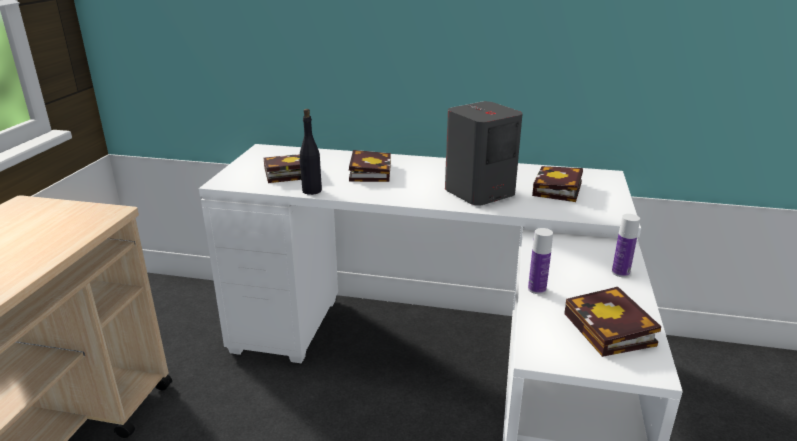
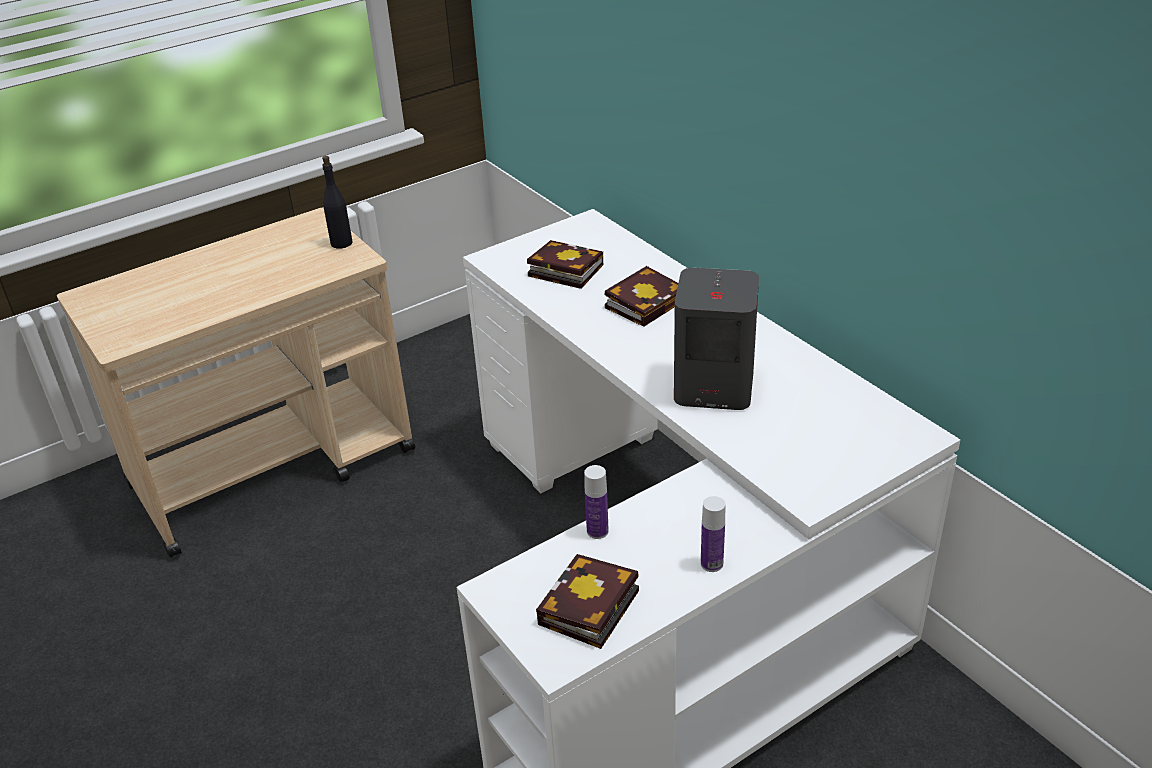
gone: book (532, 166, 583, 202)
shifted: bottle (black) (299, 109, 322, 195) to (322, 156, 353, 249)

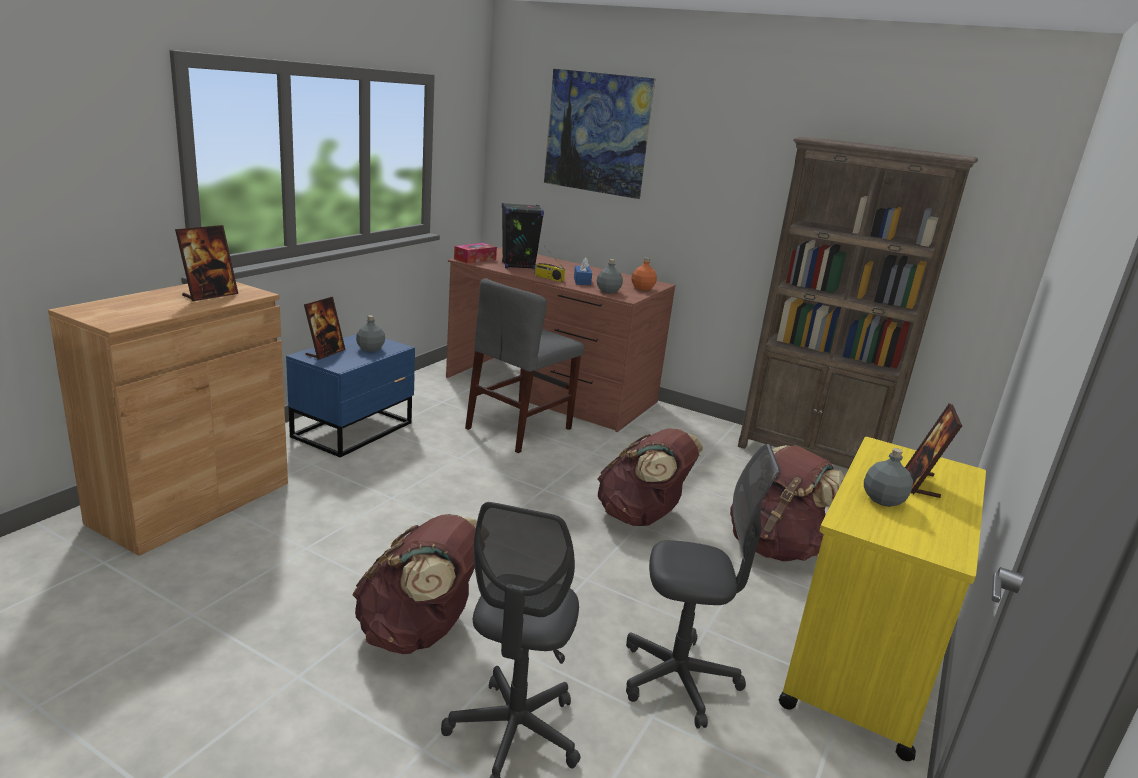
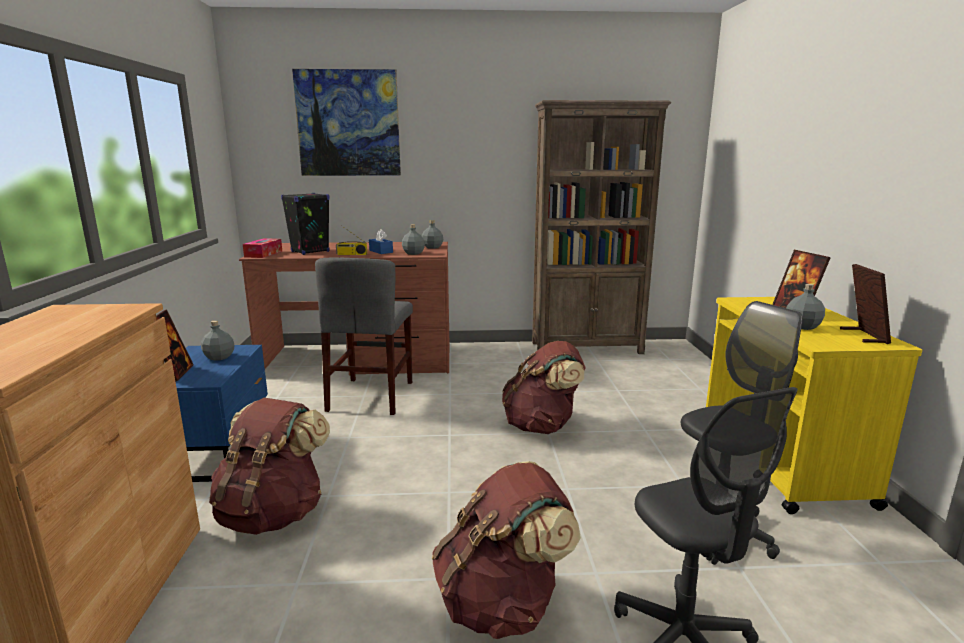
shifted: picture frame (175, 225, 238, 301) to (840, 264, 891, 344); backpack (brown) (730, 445, 845, 561) to (209, 398, 330, 535)
repainted: bottle (orange) (631, 257, 657, 291) to bottle (grey) (422, 220, 443, 249)

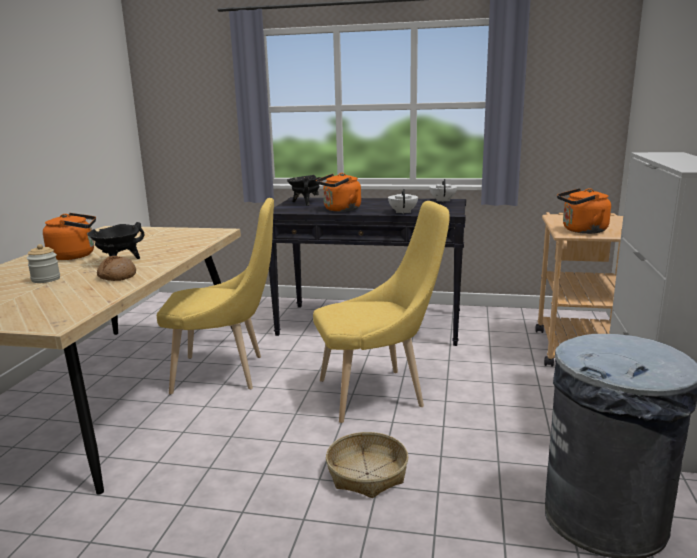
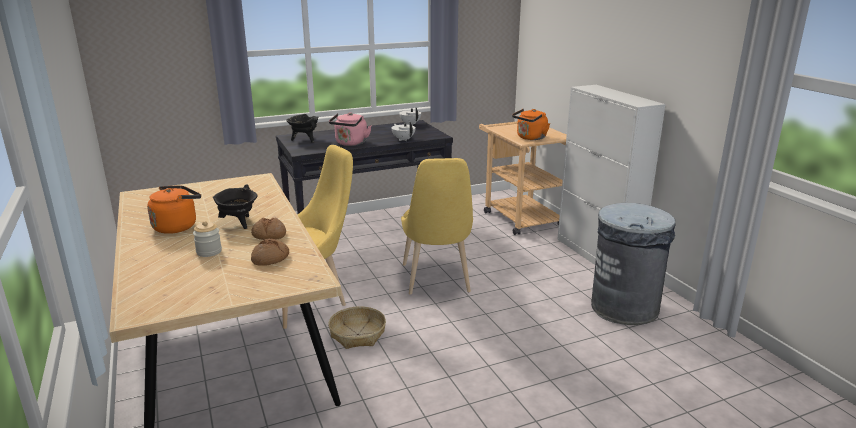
new: bread (251, 239, 289, 266)
shifted: basket (326, 432, 408, 498) to (328, 306, 386, 349)
repainted: kettle (orange) (316, 173, 361, 212) to kettle (pink) (329, 112, 371, 146)
rotated: chair (yellow) (313, 201, 450, 423) = (401, 158, 473, 295) 135 degrees clockwise

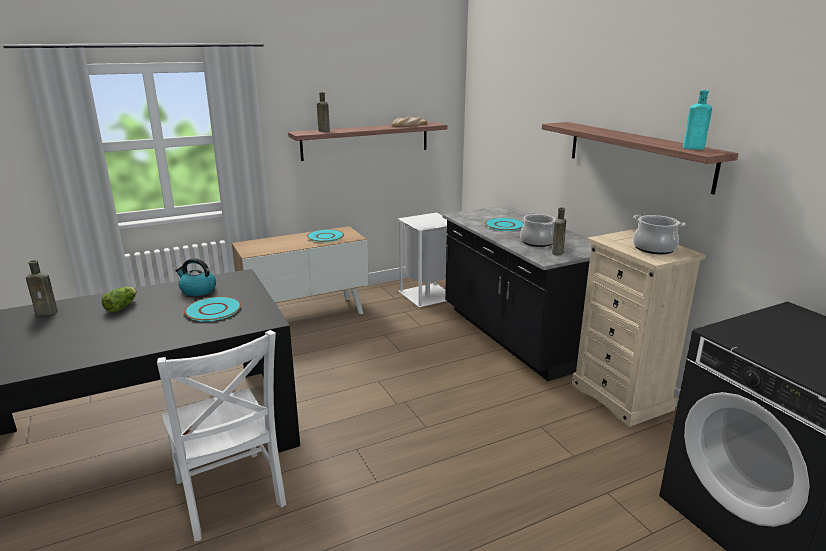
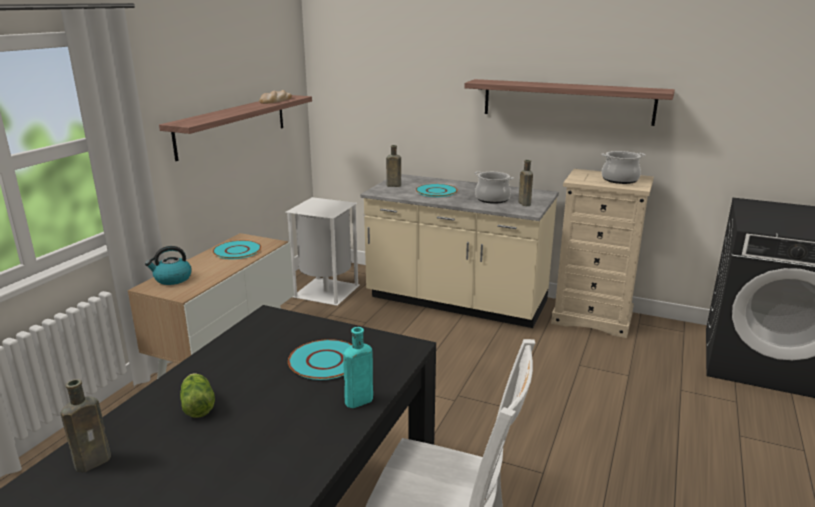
shifted: kettle (175, 258, 216, 296) to (145, 246, 192, 285); bottle (brown) (317, 92, 330, 132) to (386, 145, 401, 187); bottle (turquoise) (683, 90, 712, 150) to (343, 327, 373, 408)
repainted: counter (black) (442, 205, 592, 381) to counter (beige) (360, 174, 559, 328)

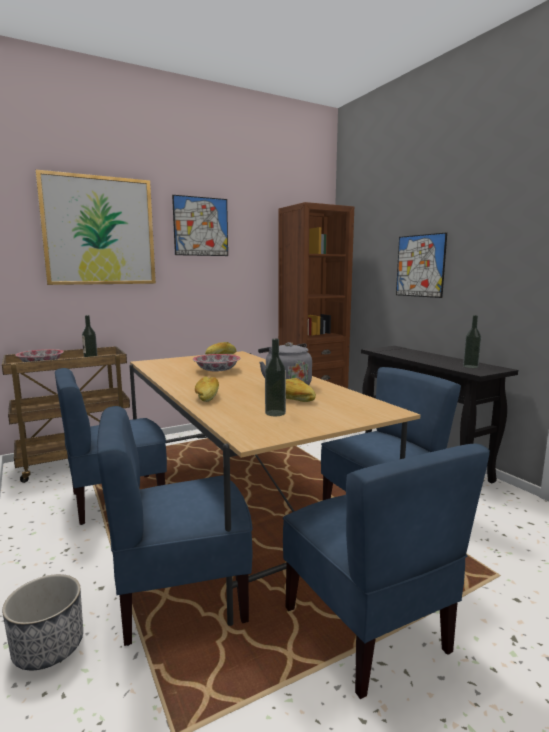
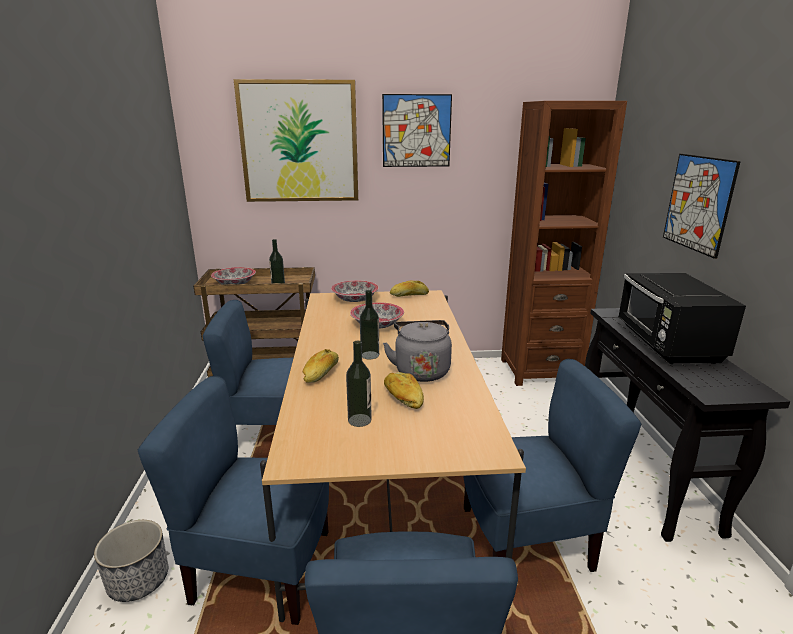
new: bowl (331, 280, 379, 302); microwave (black) (618, 273, 746, 364)
shifted: bottle (463, 315, 481, 368) to (360, 290, 379, 359)

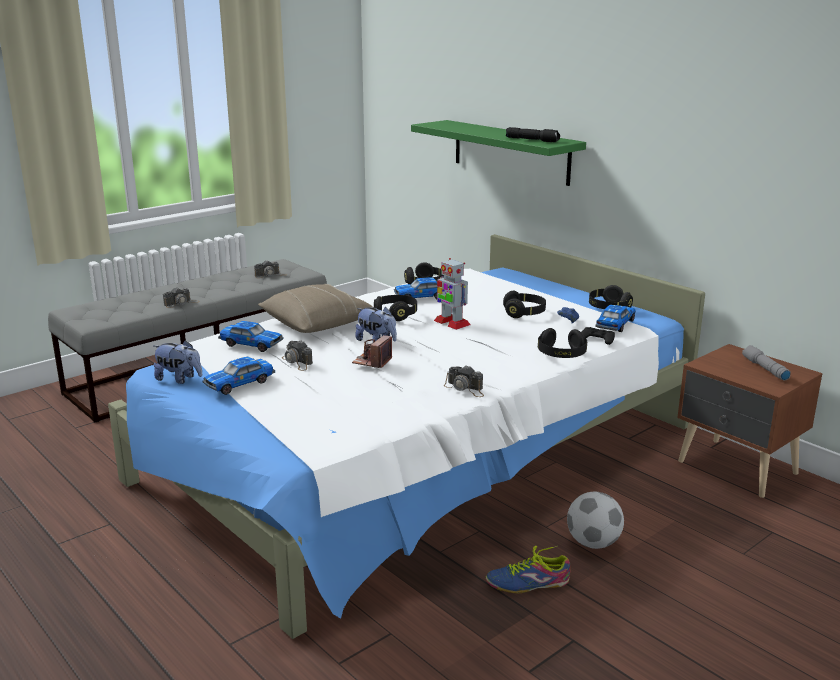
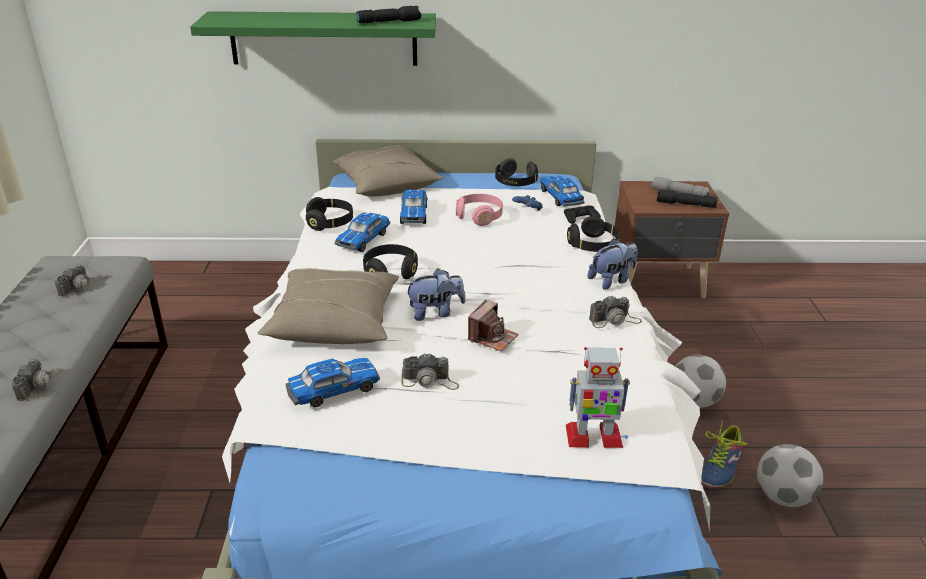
new: pillow (beige) (332, 146, 443, 196); flashlight (black) (657, 189, 718, 208); football (757, 444, 823, 507)
shifted: plush toy (153, 340, 202, 384) to (587, 239, 638, 290); toy car (203, 357, 275, 395) to (400, 189, 428, 224); toy robot (434, 258, 471, 330) to (566, 347, 630, 448)
repainted: headphones (black) (503, 291, 546, 318) to headphones (pink) (456, 194, 503, 226)
rotated: photo camera (352, 335, 392, 368) = (468, 300, 519, 351) 120 degrees counterclockwise

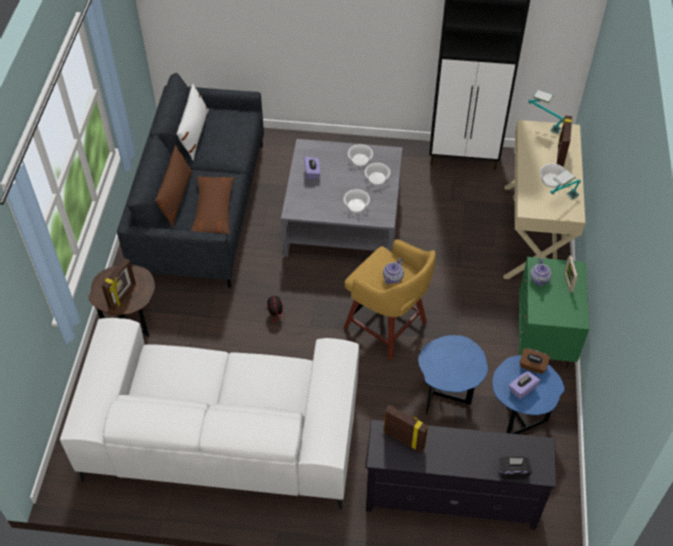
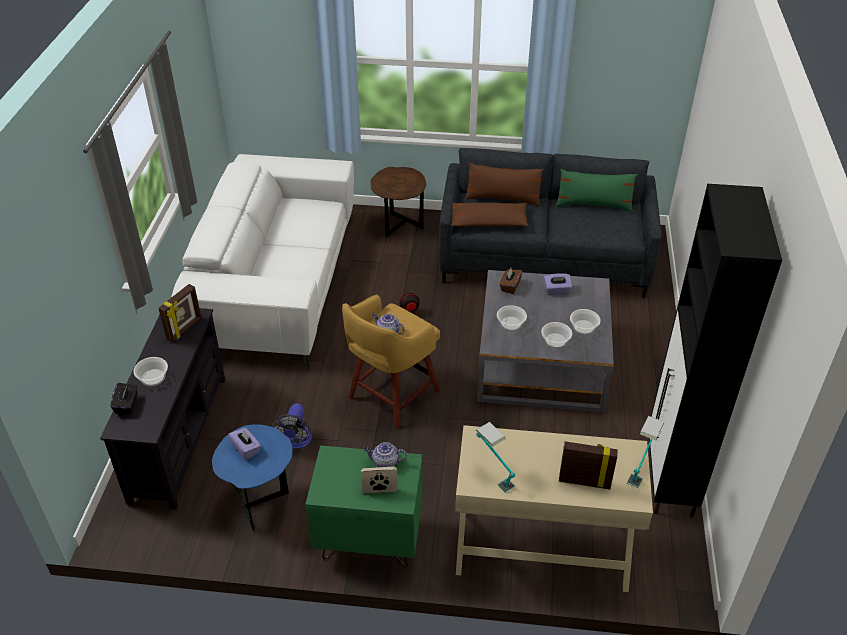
gone: picture frame (101, 258, 136, 311)
shifted: tissue box (brown) (519, 348, 550, 374) to (500, 268, 523, 294); bowl (540, 163, 565, 188) to (133, 357, 168, 386)
swapped: side table (blue) (418, 335, 488, 415) to fan (271, 403, 312, 449)
repainted: pillow (white) (177, 84, 209, 160) to pillow (green) (556, 169, 637, 212)

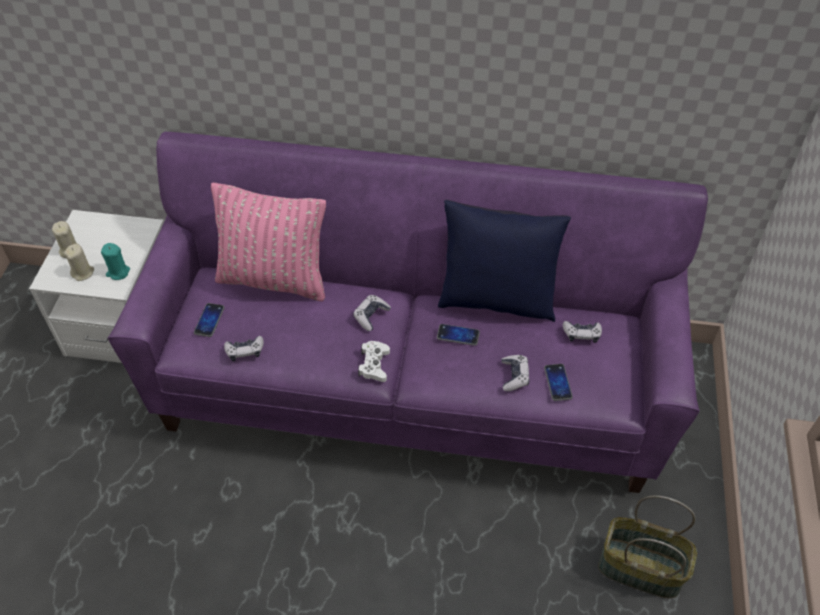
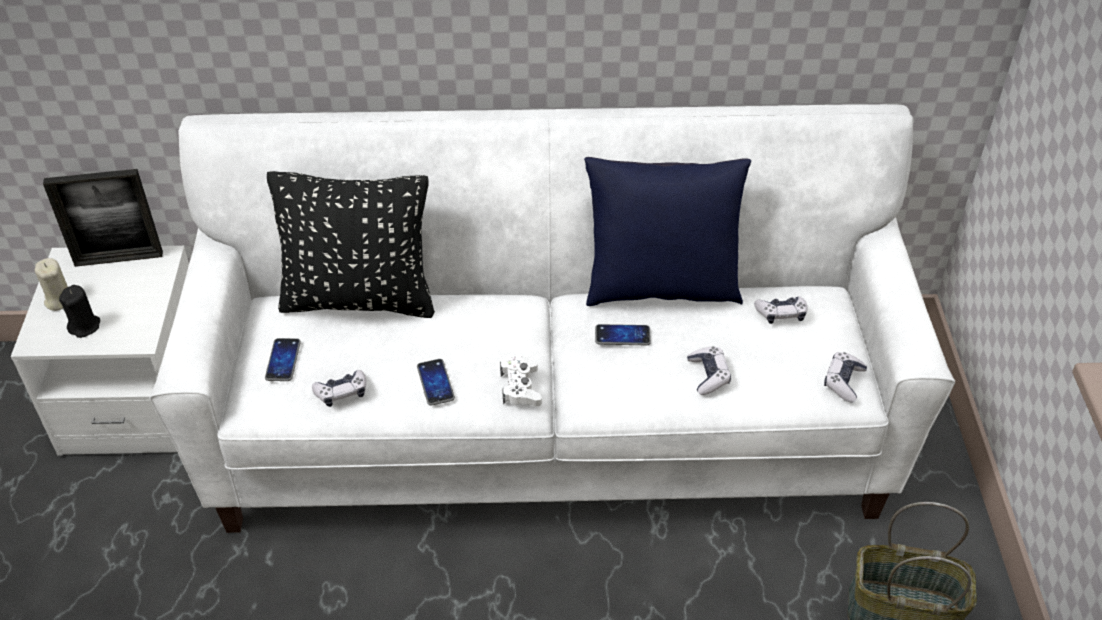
gone: candle (turquoise) (101, 243, 130, 280)
new: picture frame (43, 169, 163, 267)
shifted: game controller (353, 295, 391, 331) to (824, 352, 867, 403); phone (544, 364, 573, 401) to (417, 359, 455, 406)
repainted: candle (beige) (64, 244, 94, 281) to candle (black) (59, 285, 100, 338); sofa (purple) (108, 132, 708, 493) to sofa (white) (149, 104, 955, 533); pillow (pink) (211, 183, 326, 301) to pillow (black) (267, 171, 435, 318)

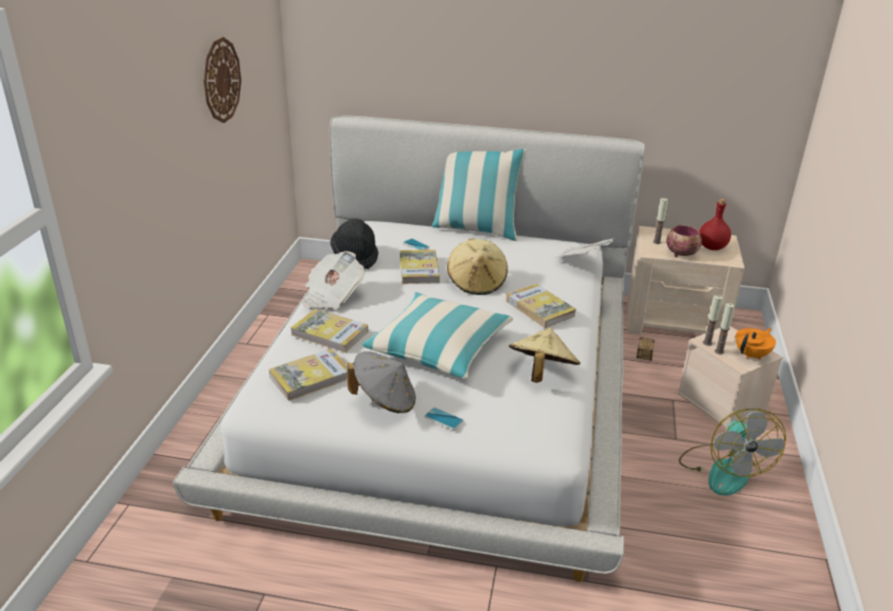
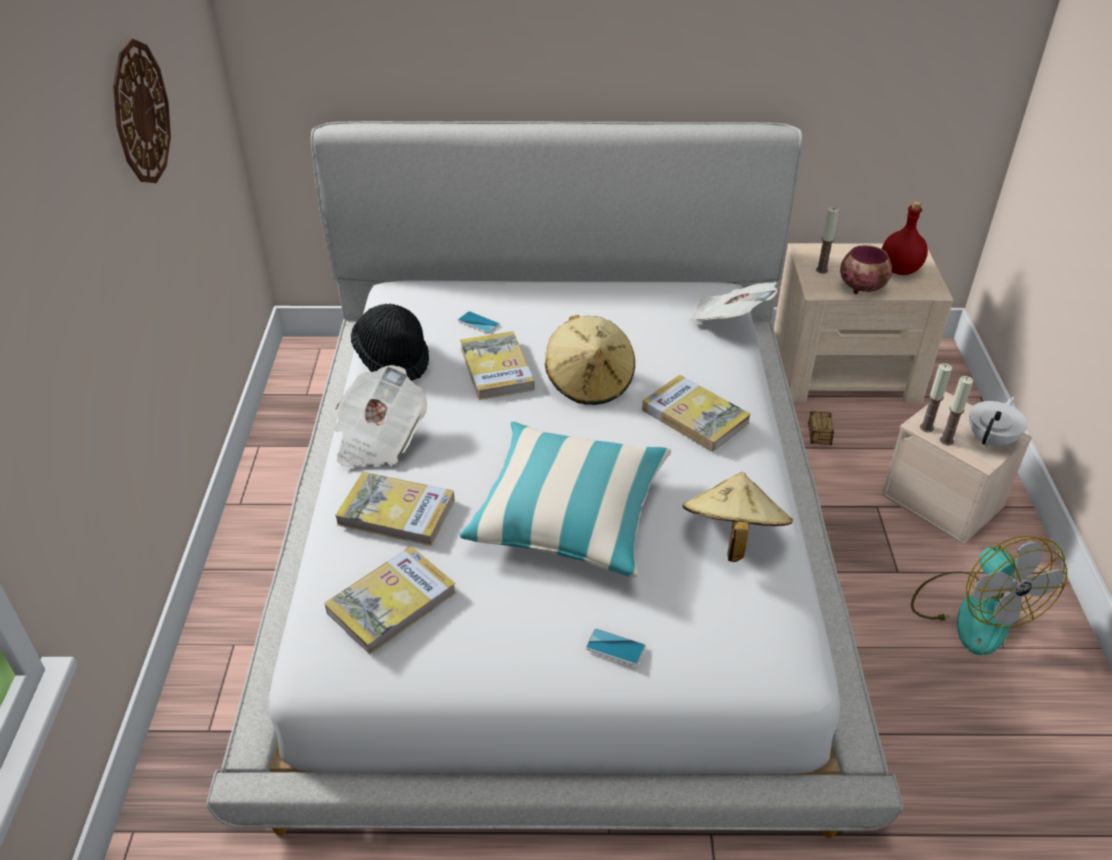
gone: hat (grey) (347, 351, 416, 413); pillow (432, 149, 526, 241)
repainted: teapot (orange) (735, 328, 776, 360) to teapot (white) (969, 397, 1027, 447)

